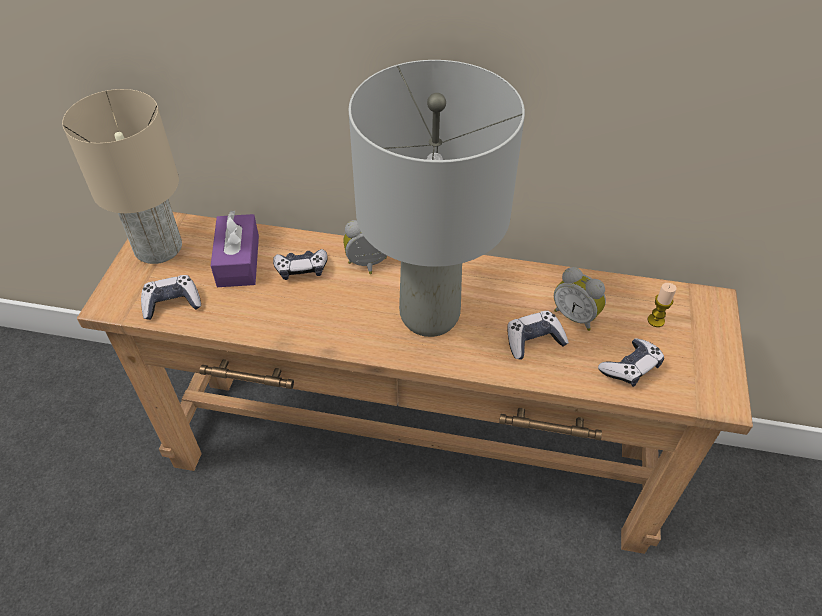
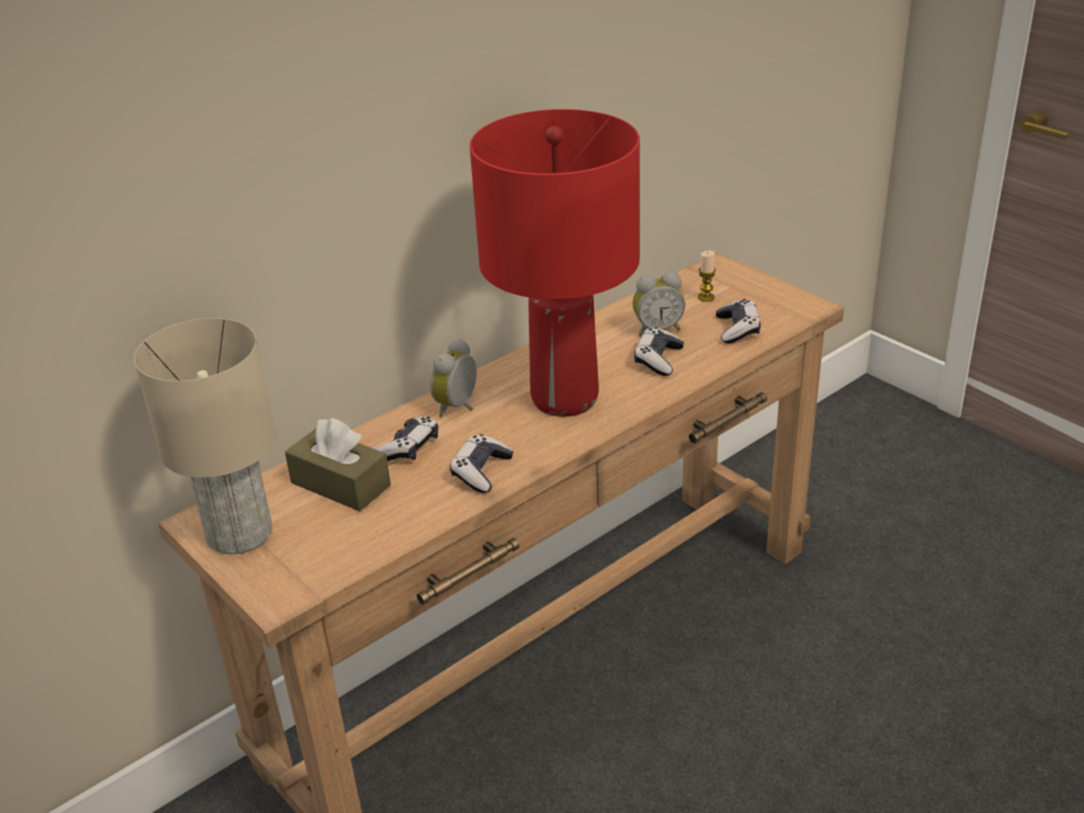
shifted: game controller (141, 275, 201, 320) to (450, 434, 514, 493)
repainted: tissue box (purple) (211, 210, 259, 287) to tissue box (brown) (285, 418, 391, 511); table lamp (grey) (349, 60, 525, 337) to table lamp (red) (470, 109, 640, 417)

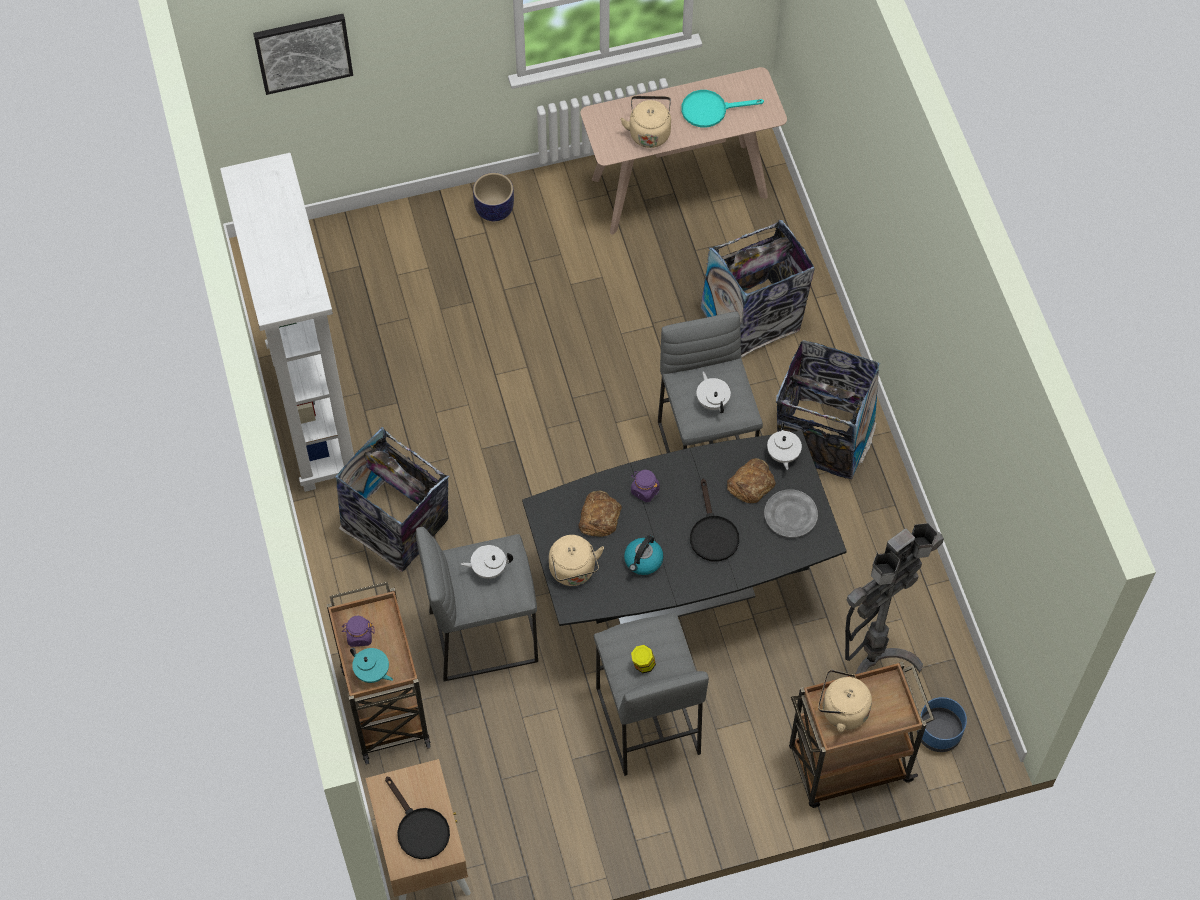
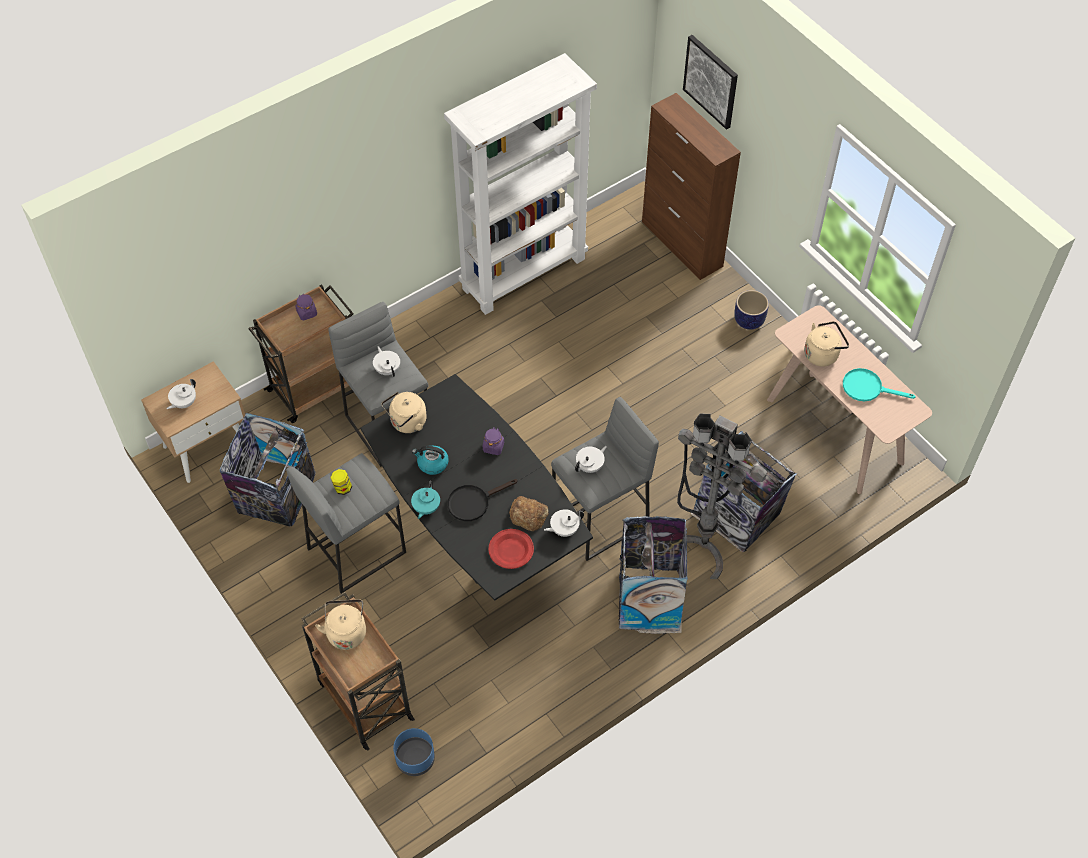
gone: bread (579, 490, 622, 537)
new: cabinet (brown) (642, 93, 741, 280)
shifted: trash can (336, 427, 450, 572) to (220, 413, 316, 526); teapot (turquoise) (350, 648, 393, 683) to (411, 481, 440, 519); floor lamp (grey) (845, 523, 944, 674) to (677, 414, 767, 579)
swapped: frying pan (black) (385, 776, 450, 859) to teapot (white) (167, 379, 196, 409)
repainted: plate (grey) (764, 489, 818, 538) to plate (red) (488, 529, 534, 569)
rotated: frying pan (turquoise) (682, 90, 764, 127) = (843, 368, 916, 401) 45 degrees counterclockwise

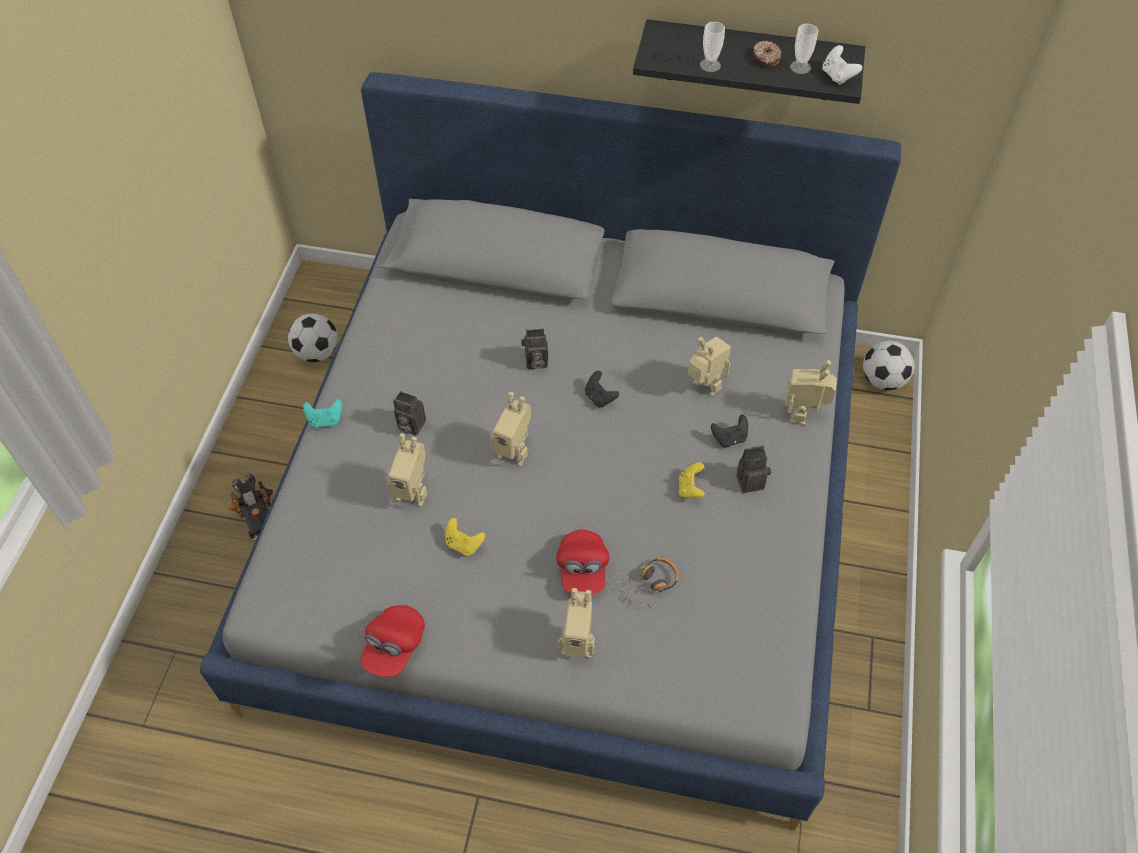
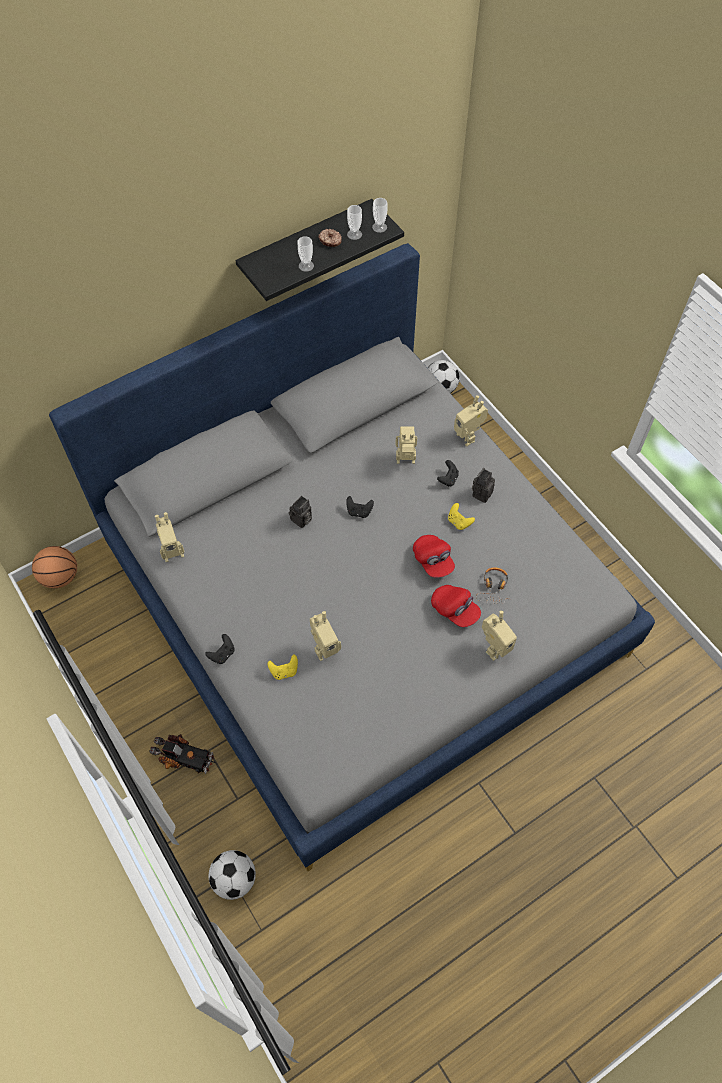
gone: photo camera (393, 391, 426, 435)
new: basketball (32, 546, 77, 588)
shifted: football (288, 313, 338, 362) to (208, 850, 256, 900); cap (red) (360, 605, 425, 677) to (413, 535, 455, 578); game controller (yellow) (446, 518, 485, 556) to (268, 655, 298, 680); toy robot (491, 392, 531, 467) to (155, 512, 184, 562)
swapped: game controller (white) (822, 45, 862, 85) to cup (372, 198, 388, 233)
repainted: game controller (turquoise) (303, 399, 342, 428) to game controller (black) (205, 634, 234, 664)

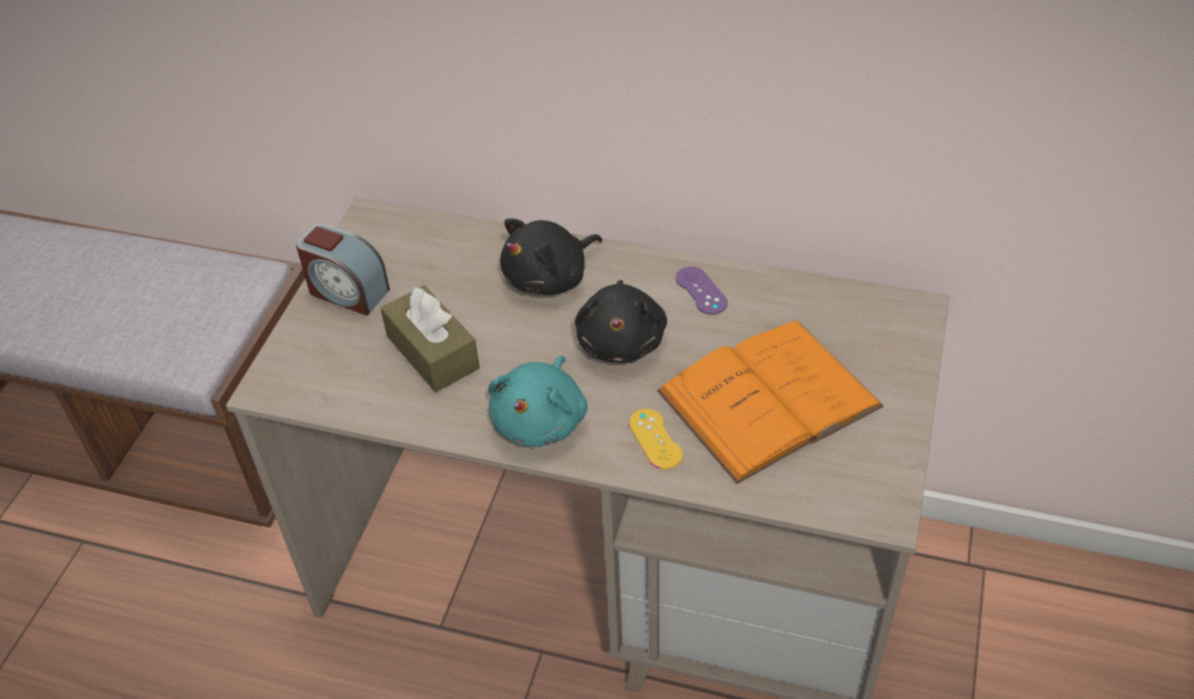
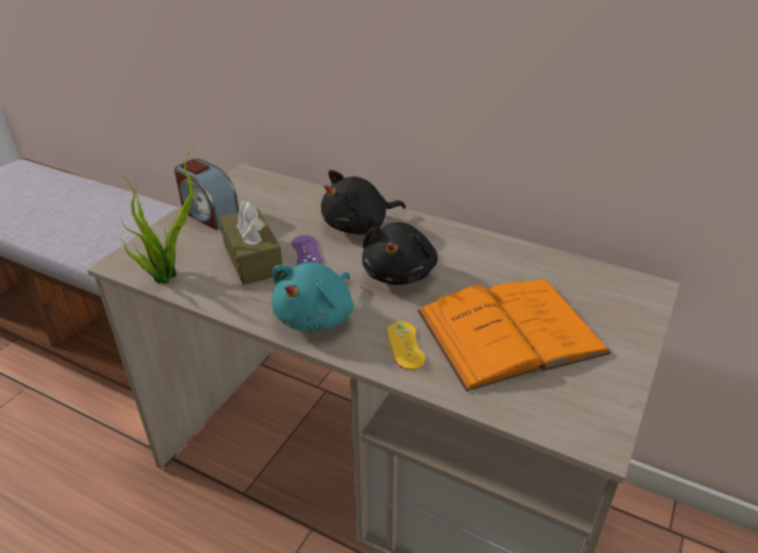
new: potted plant (120, 144, 195, 284)
shifted: game controller (purple) (676, 266, 728, 315) to (292, 235, 322, 265)

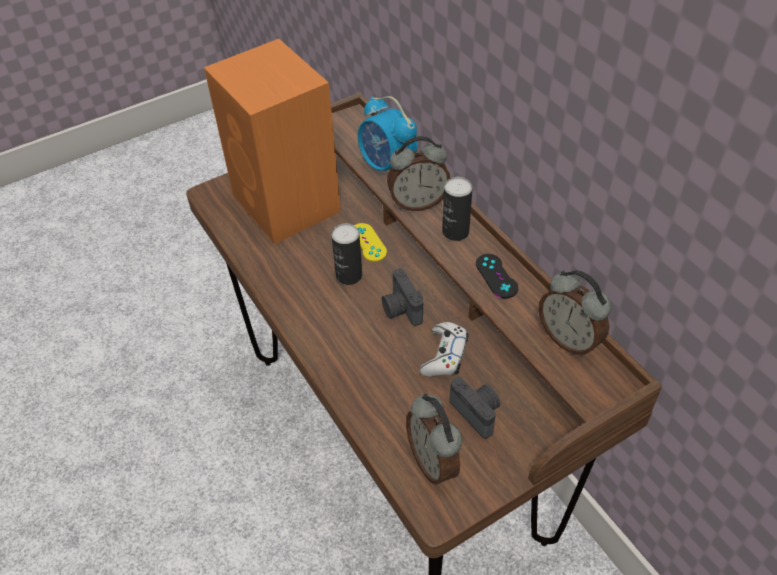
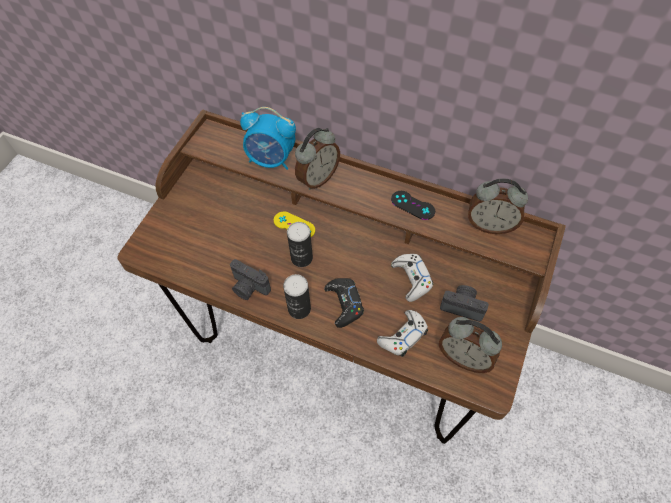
gone: speaker (orange) (204, 39, 341, 244)
new: game controller (black) (324, 278, 364, 328); game controller (white) (377, 310, 428, 357)
shifted: photo camera (382, 268, 423, 326) to (230, 259, 271, 300); can (442, 177, 473, 241) to (283, 274, 311, 319)

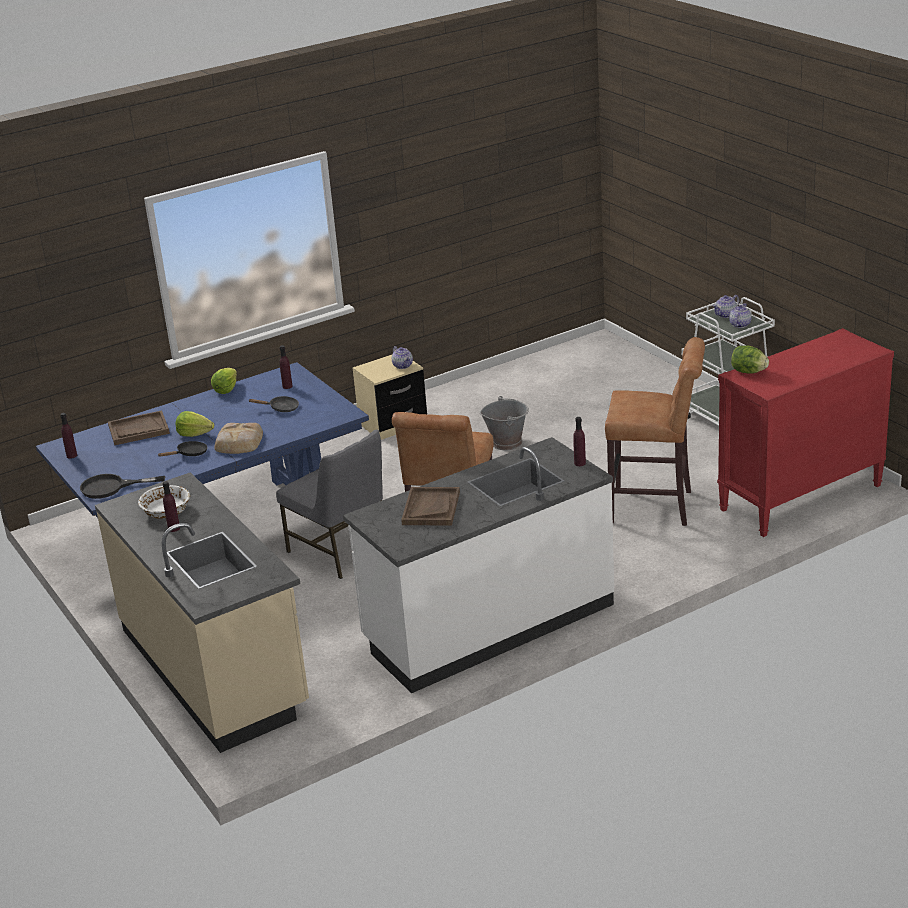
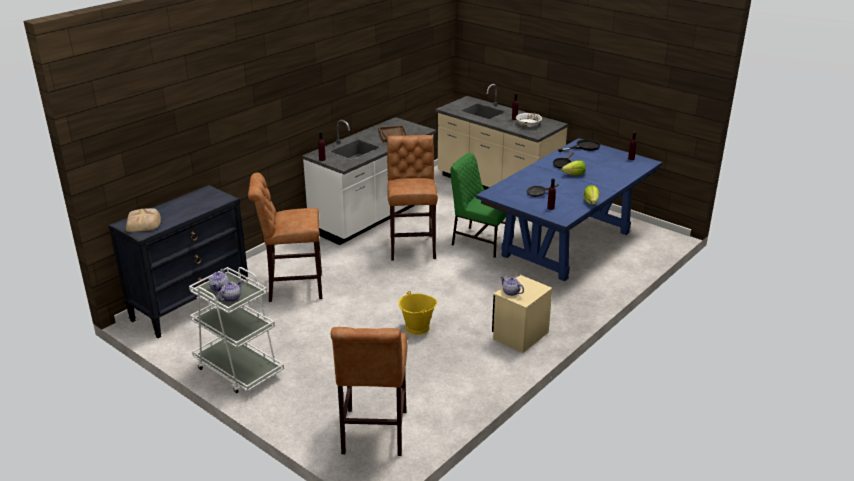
gone: tray (brown) (108, 410, 170, 445); lettuce (731, 345, 769, 374)
new: stool (brown) (330, 327, 407, 456)
shifted: bread (214, 423, 263, 454) to (126, 208, 161, 232)
repainted: chair (grey) (276, 429, 383, 579) to chair (green) (450, 153, 514, 258); bucket (grey) (480, 396, 529, 450) to bucket (yellow) (398, 291, 437, 335); dresser (red) (717, 328, 894, 537) to dresser (black) (108, 185, 248, 338)

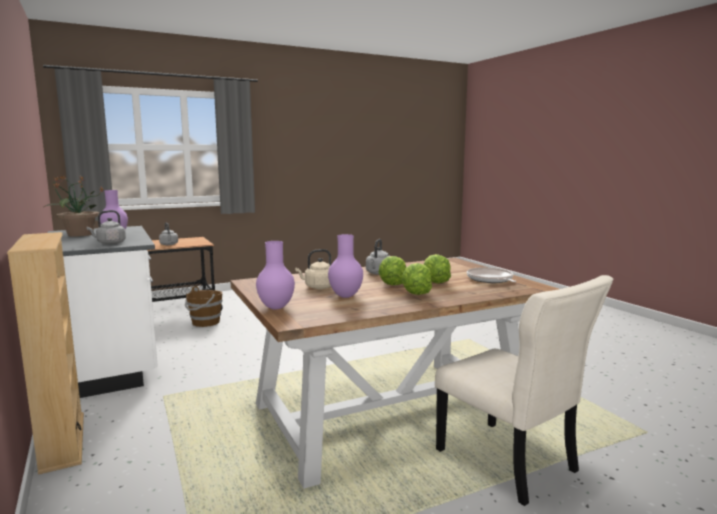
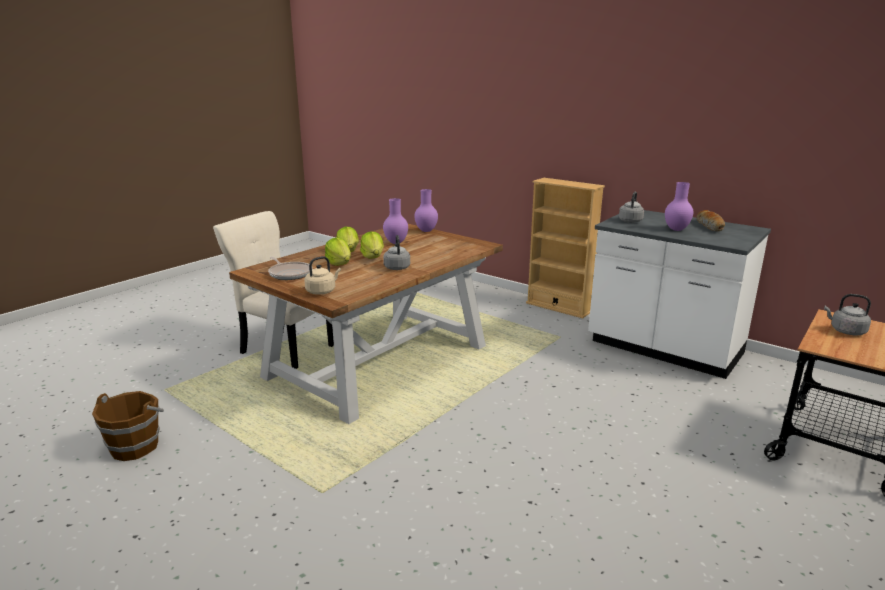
shifted: bucket (brown) (185, 286, 223, 327) to (92, 391, 164, 461); kettle (beige) (295, 249, 331, 289) to (304, 256, 341, 295)
swapped: potted plant (44, 175, 103, 237) to bread (696, 210, 725, 231)

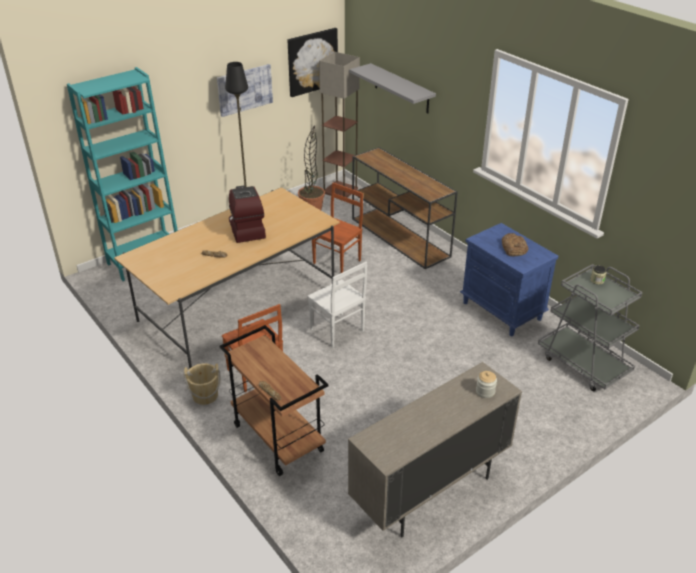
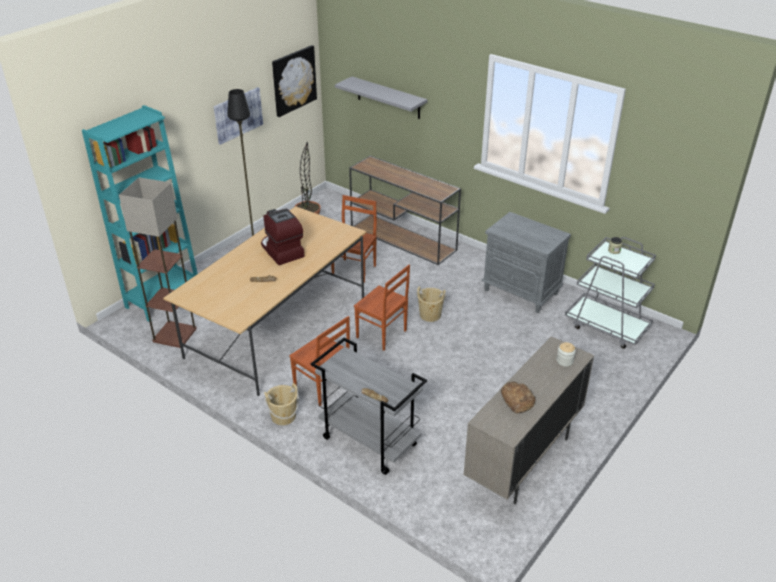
new: bucket (beige) (416, 287, 446, 322)
shifted: floor lamp (319, 52, 360, 198) to (119, 177, 197, 348); bread (502, 233, 528, 256) to (501, 381, 536, 413)
repainted: cart (brown) (220, 325, 328, 476) to cart (grey) (311, 337, 427, 475); chair (white) (308, 261, 367, 348) to chair (brown) (354, 264, 410, 351); nightstand (blue) (460, 223, 558, 336) to nightstand (grey) (481, 212, 571, 313)

